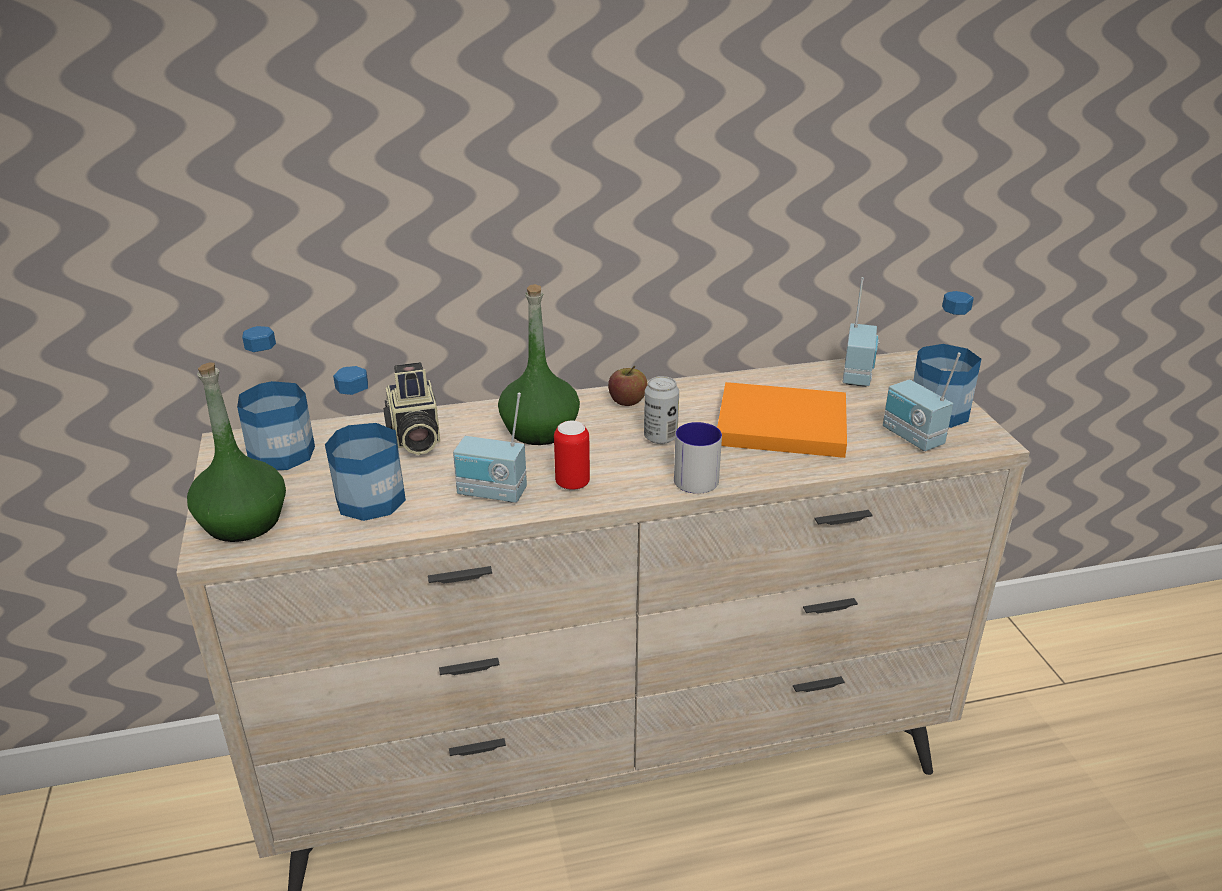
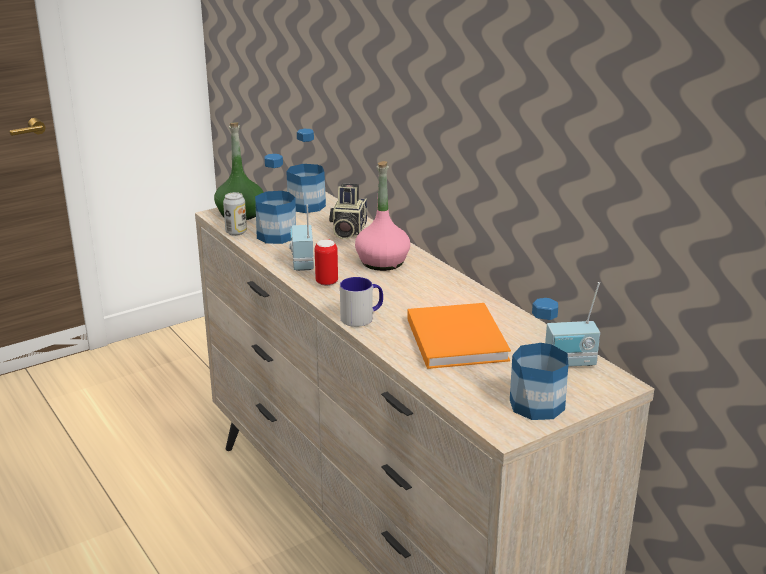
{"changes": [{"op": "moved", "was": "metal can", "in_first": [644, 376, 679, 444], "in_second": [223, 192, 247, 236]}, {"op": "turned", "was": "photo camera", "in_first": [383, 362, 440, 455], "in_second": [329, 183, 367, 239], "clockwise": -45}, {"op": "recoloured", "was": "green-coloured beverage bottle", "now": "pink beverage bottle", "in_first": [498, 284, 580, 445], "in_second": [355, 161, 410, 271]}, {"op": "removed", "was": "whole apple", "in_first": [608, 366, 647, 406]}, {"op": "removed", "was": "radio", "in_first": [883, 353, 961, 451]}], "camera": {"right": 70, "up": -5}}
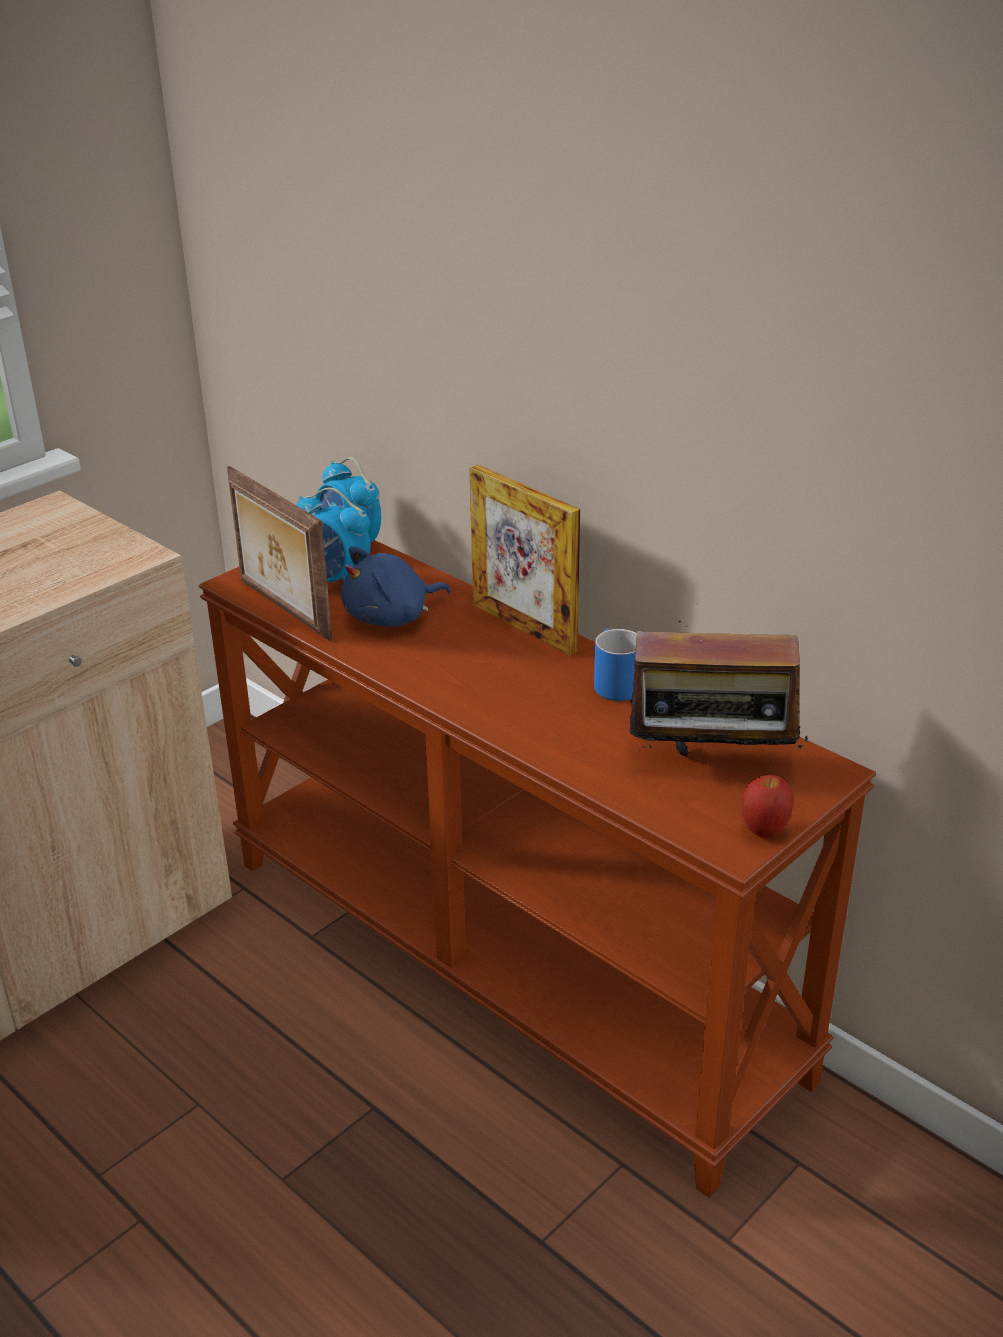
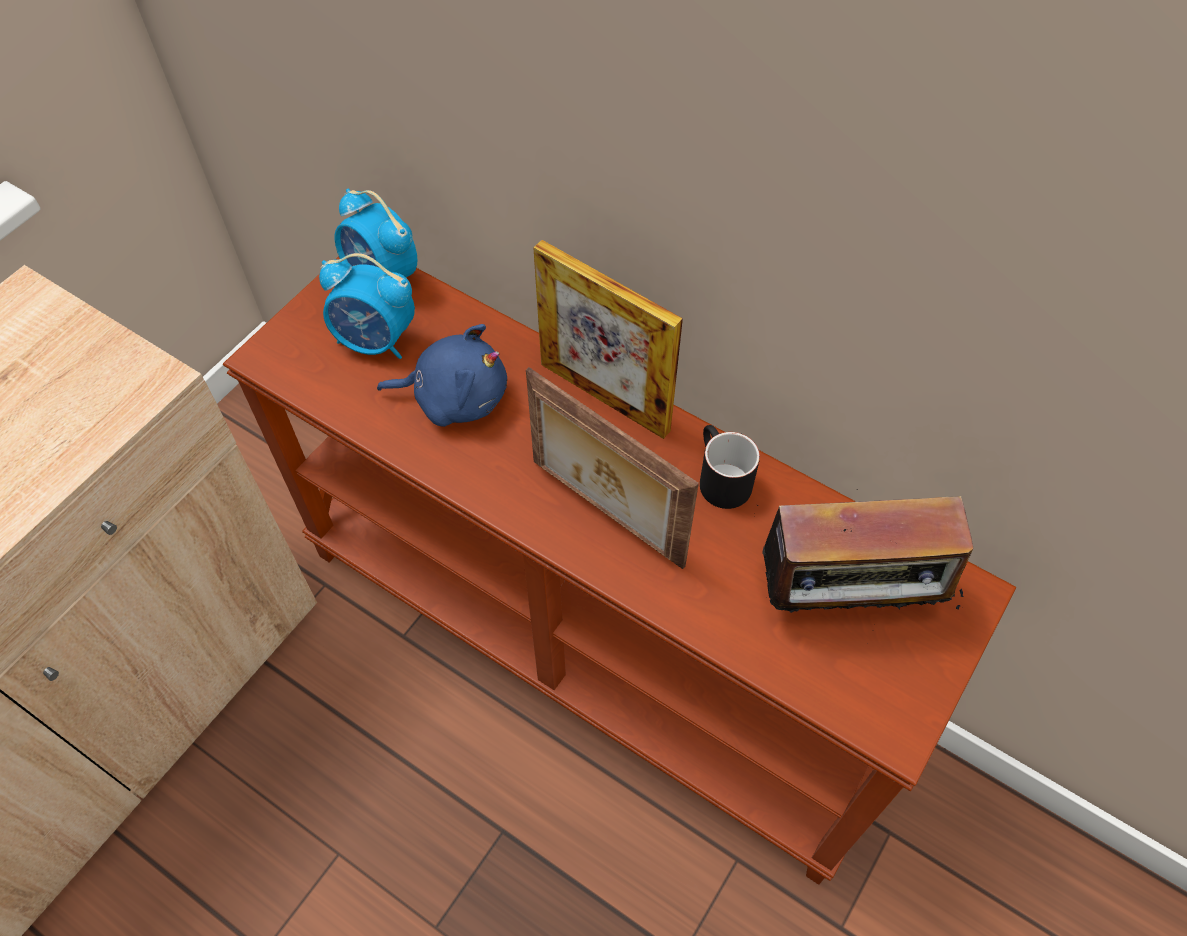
{"changes": [{"op": "turned", "was": "blue plush toy", "in_first": [341, 546, 451, 626], "in_second": [377, 324, 507, 427], "clockwise": -135}, {"op": "moved", "was": "picture frame", "in_first": [227, 466, 332, 641], "in_second": [526, 367, 699, 569]}, {"op": "recoloured", "was": "blue mug", "now": "black-coloured mug", "in_first": [594, 629, 637, 701], "in_second": [700, 425, 760, 509]}, {"op": "removed", "was": "whole apple", "in_first": [742, 775, 793, 838]}], "camera": {"right": -10, "up": 25}}
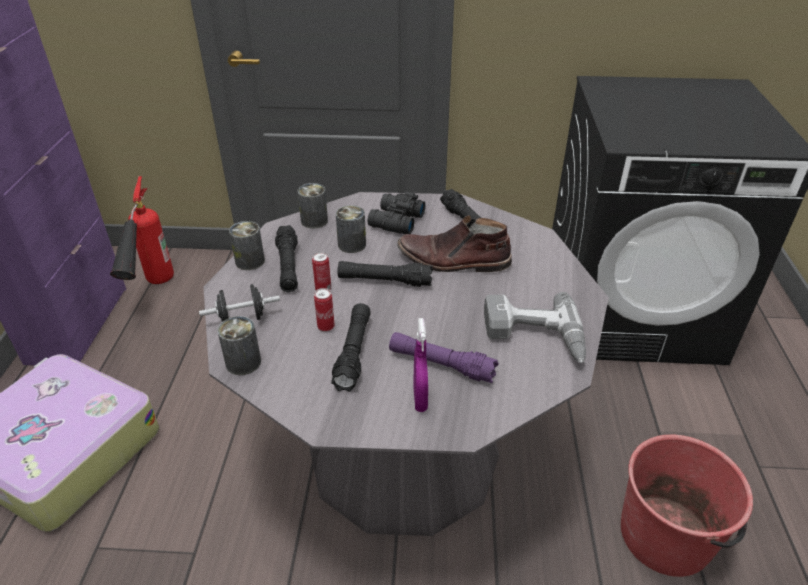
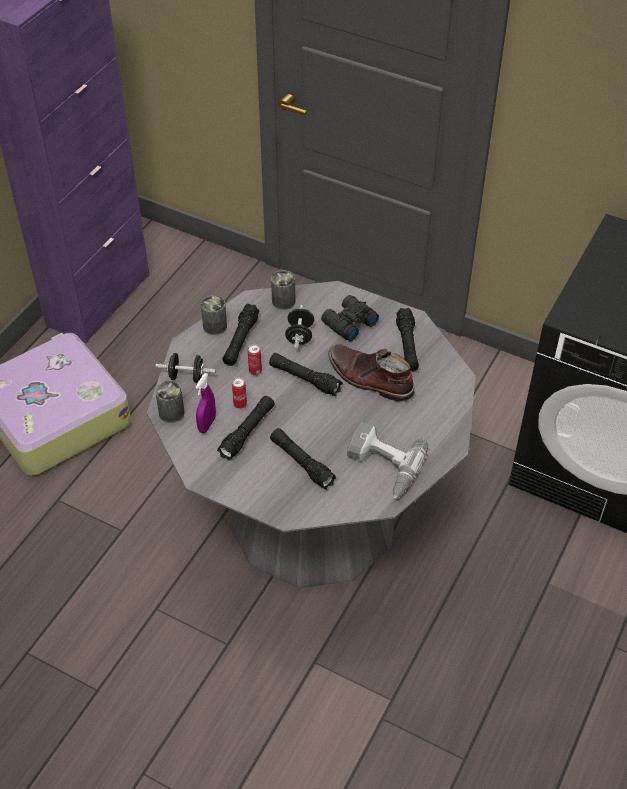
{"changes": [{"op": "moved", "was": "purple-coloured spray bottle", "in_first": [413, 318, 428, 412], "in_second": [196, 373, 216, 433]}, {"op": "recoloured", "was": "purple-coloured flashlight", "now": "black-coloured flashlight", "in_first": [389, 332, 499, 383], "in_second": [270, 428, 336, 490]}, {"op": "replaced", "was": "metal can", "now": "black-coloured free weight", "in_first": [336, 205, 366, 253], "in_second": [285, 305, 314, 349]}, {"op": "removed", "was": "fire-fighting cylinder", "in_first": [110, 176, 174, 284]}, {"op": "removed", "was": "red-coloured pail", "in_first": [621, 434, 753, 577]}], "camera": {"right": 25, "up": 10}}
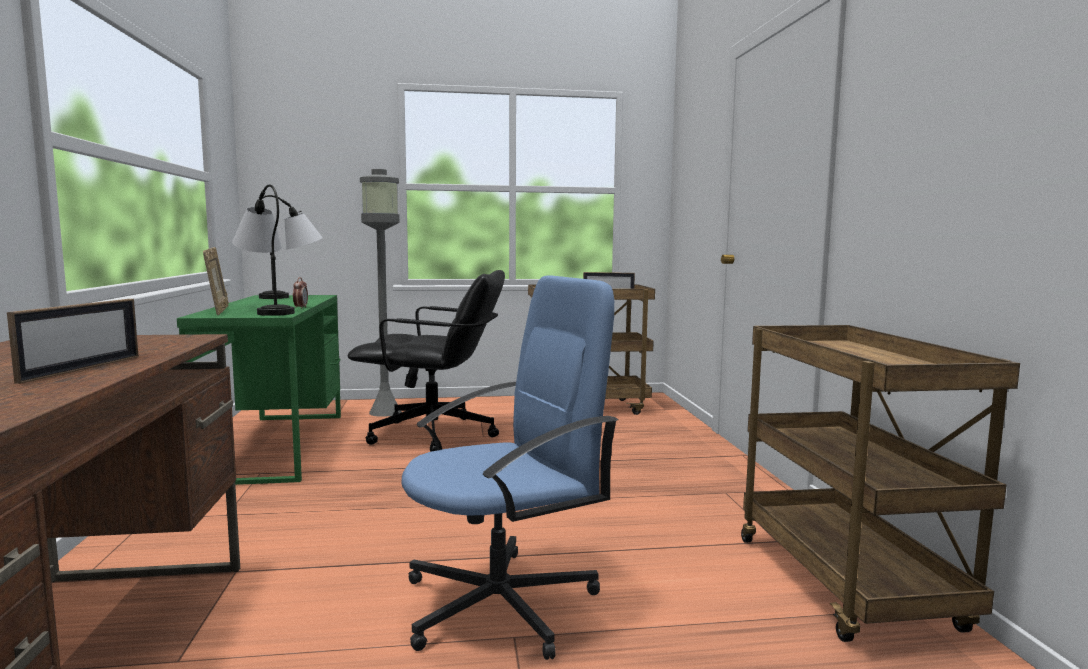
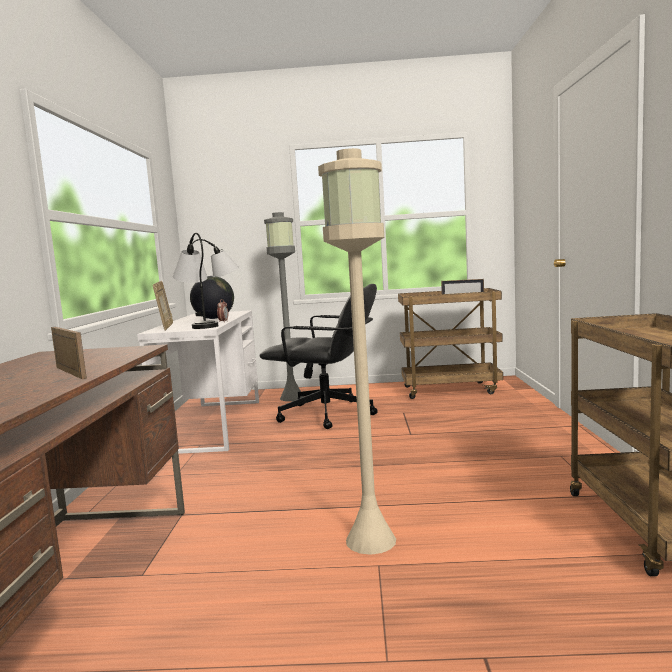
{"changes": [{"op": "turned", "was": "picture frame", "in_first": [7, 299, 139, 384], "in_second": [51, 327, 87, 379], "clockwise": -60}, {"op": "recoloured", "was": "green-coloured desk", "now": "whitish desk", "in_first": [177, 295, 341, 485], "in_second": [137, 310, 259, 454]}, {"op": "added", "now": "world globe", "in_second": [190, 276, 234, 319]}, {"op": "replaced", "was": "blue office chair", "now": "beige standard lamp", "in_first": [401, 275, 618, 660], "in_second": [318, 148, 396, 555]}], "camera": {"right": 10, "up": 0}}
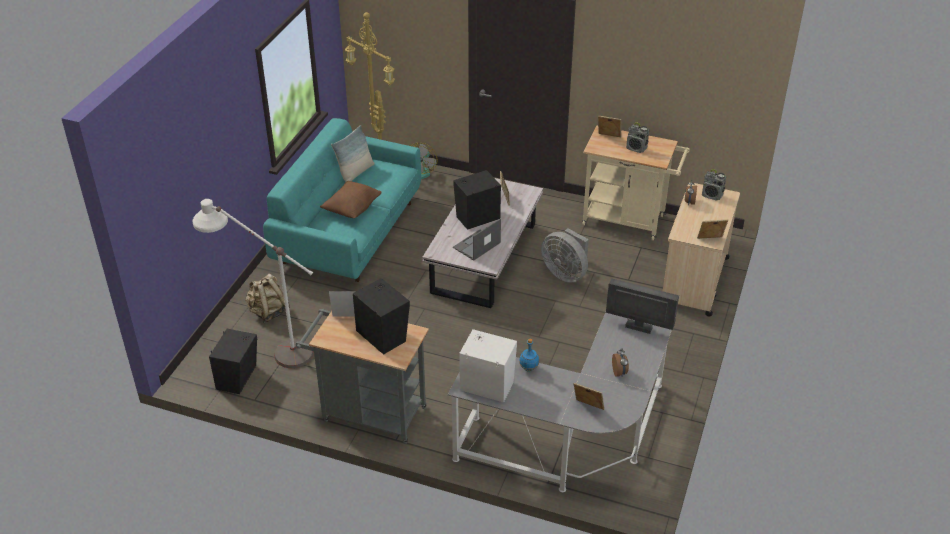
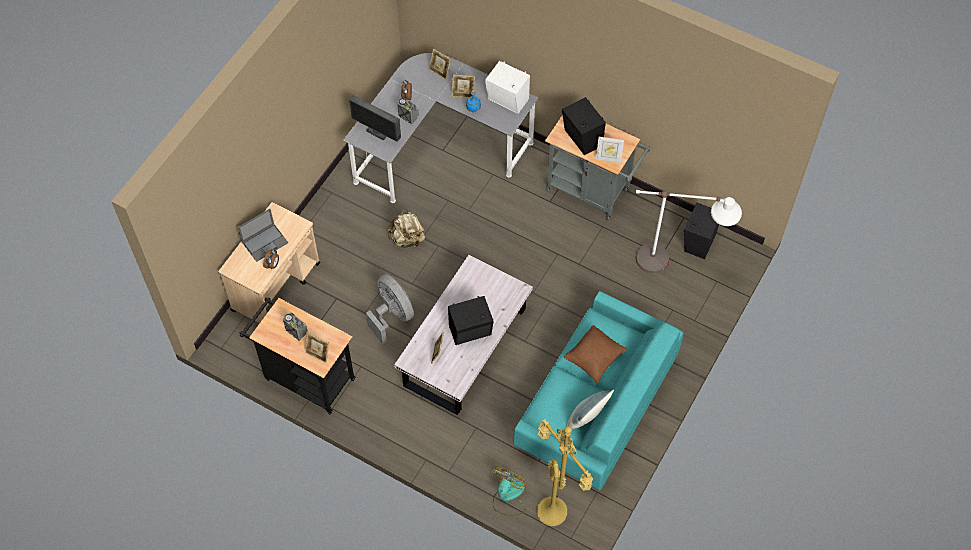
{"changes": [{"op": "moved", "was": "laptop", "in_first": [453, 219, 501, 261], "in_second": [238, 209, 288, 262]}, {"op": "recoloured", "was": "beige cart", "now": "black-coloured cart", "in_first": [582, 126, 690, 241], "in_second": [240, 297, 355, 414]}, {"op": "moved", "was": "beige rucksack", "in_first": [245, 274, 290, 322], "in_second": [388, 209, 425, 248]}, {"op": "moved", "was": "radio", "in_first": [702, 169, 726, 200], "in_second": [397, 98, 419, 124]}, {"op": "moved", "was": "picture frame", "in_first": [697, 220, 728, 239], "in_second": [452, 74, 475, 98]}], "camera": {"right": -170, "up": 20}}
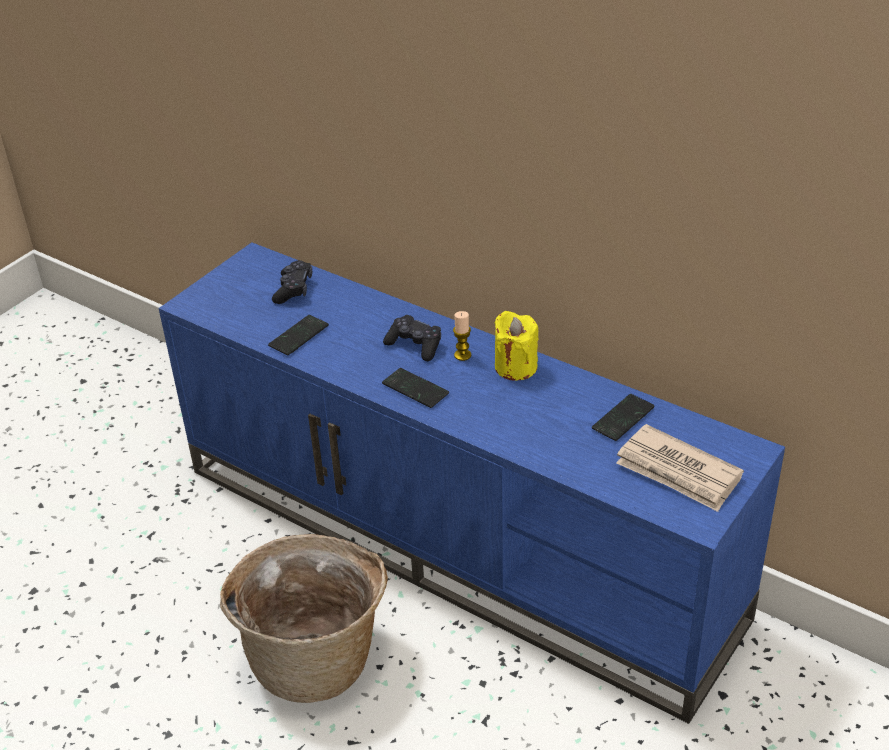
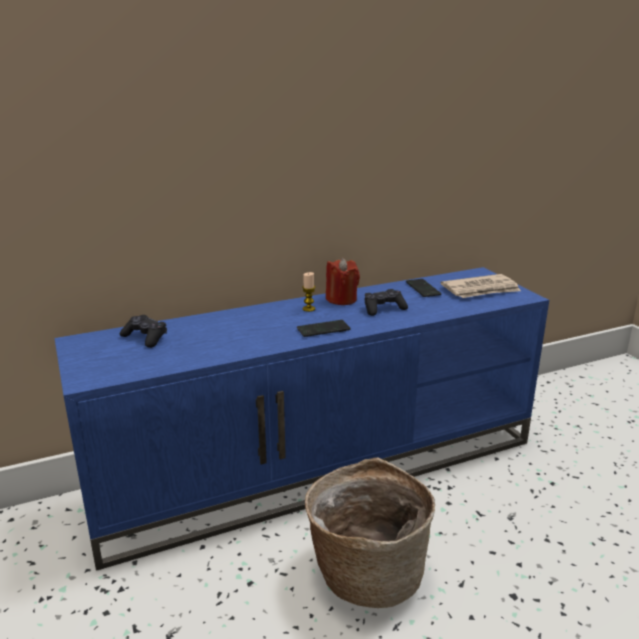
{"changes": [{"op": "recoloured", "was": "yellow candle", "now": "red-coloured candle", "in_first": [494, 311, 539, 381], "in_second": [326, 258, 360, 305]}, {"op": "moved", "was": "black-coloured joypad", "in_first": [383, 315, 441, 361], "in_second": [365, 289, 408, 316]}, {"op": "removed", "was": "phone", "in_first": [268, 315, 329, 355]}], "camera": {"right": -60, "up": -15}}
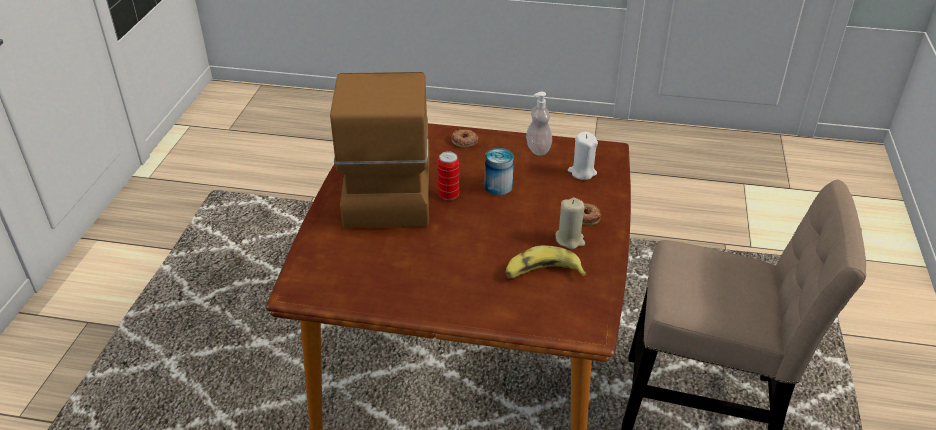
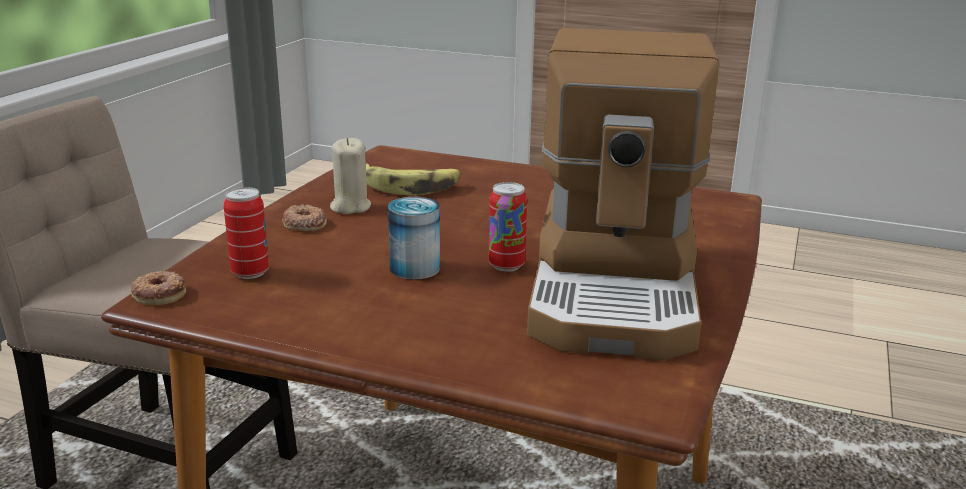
{"changes": [{"op": "moved", "was": "donut", "in_first": [451, 129, 478, 147], "in_second": [131, 271, 186, 305]}, {"op": "replaced", "was": "whitish candle", "now": "metal can", "in_first": [568, 132, 598, 180], "in_second": [224, 187, 269, 279]}, {"op": "removed", "was": "soap dispenser", "in_first": [526, 92, 552, 155]}], "camera": {"right": -170, "up": -15}}
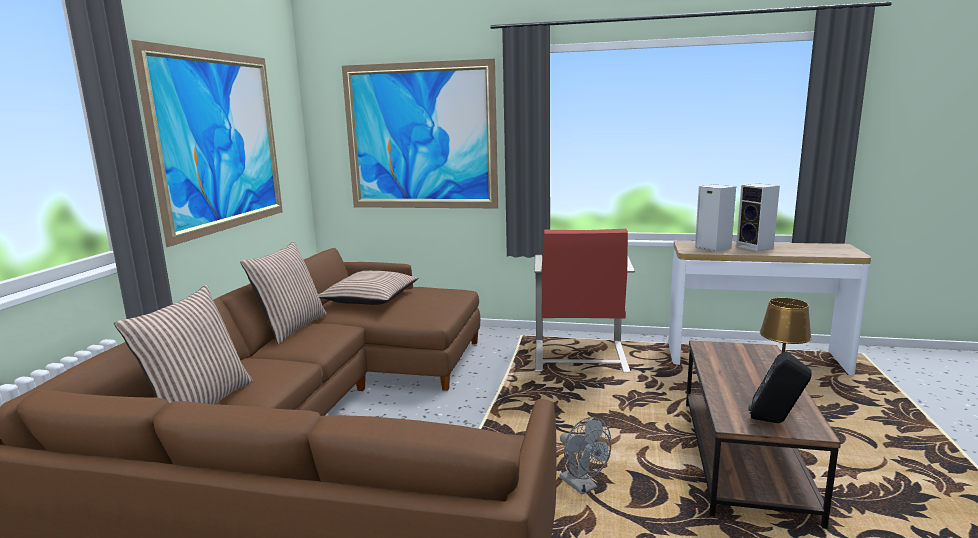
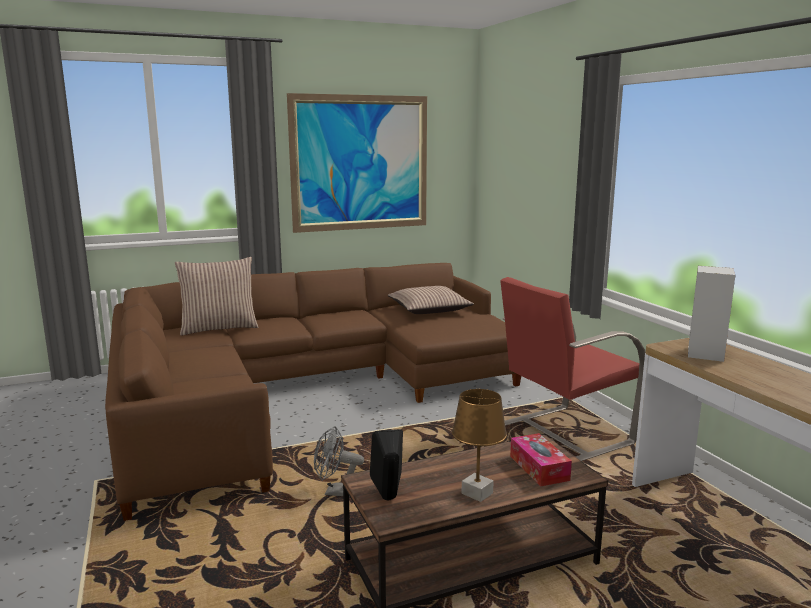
{"changes": [{"op": "turned", "was": "gray fan", "in_first": [560, 417, 611, 494], "in_second": [314, 426, 364, 497], "clockwise": 75}, {"op": "added", "now": "tissue box", "in_second": [510, 433, 572, 487]}, {"op": "removed", "was": "cushion", "in_first": [240, 241, 327, 345]}, {"op": "removed", "was": "wall art", "in_first": [342, 59, 498, 208]}, {"op": "removed", "was": "speaker", "in_first": [736, 183, 780, 251]}], "camera": {"right": 55, "up": 0}}
